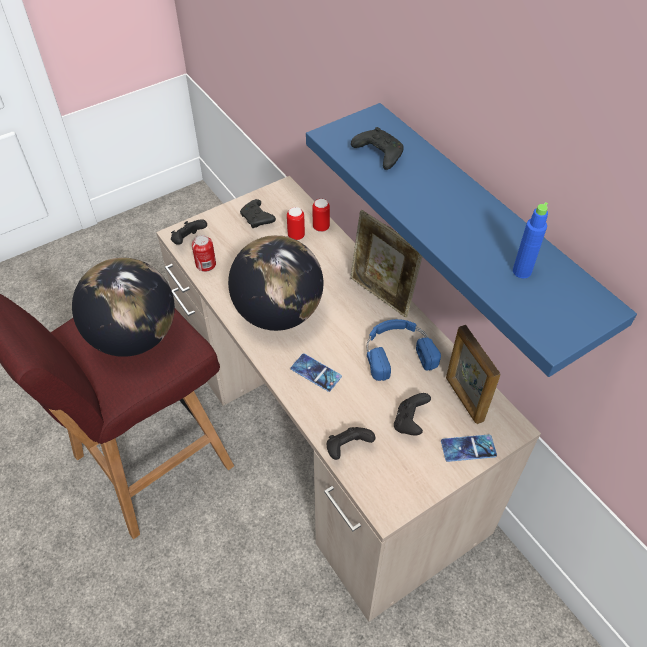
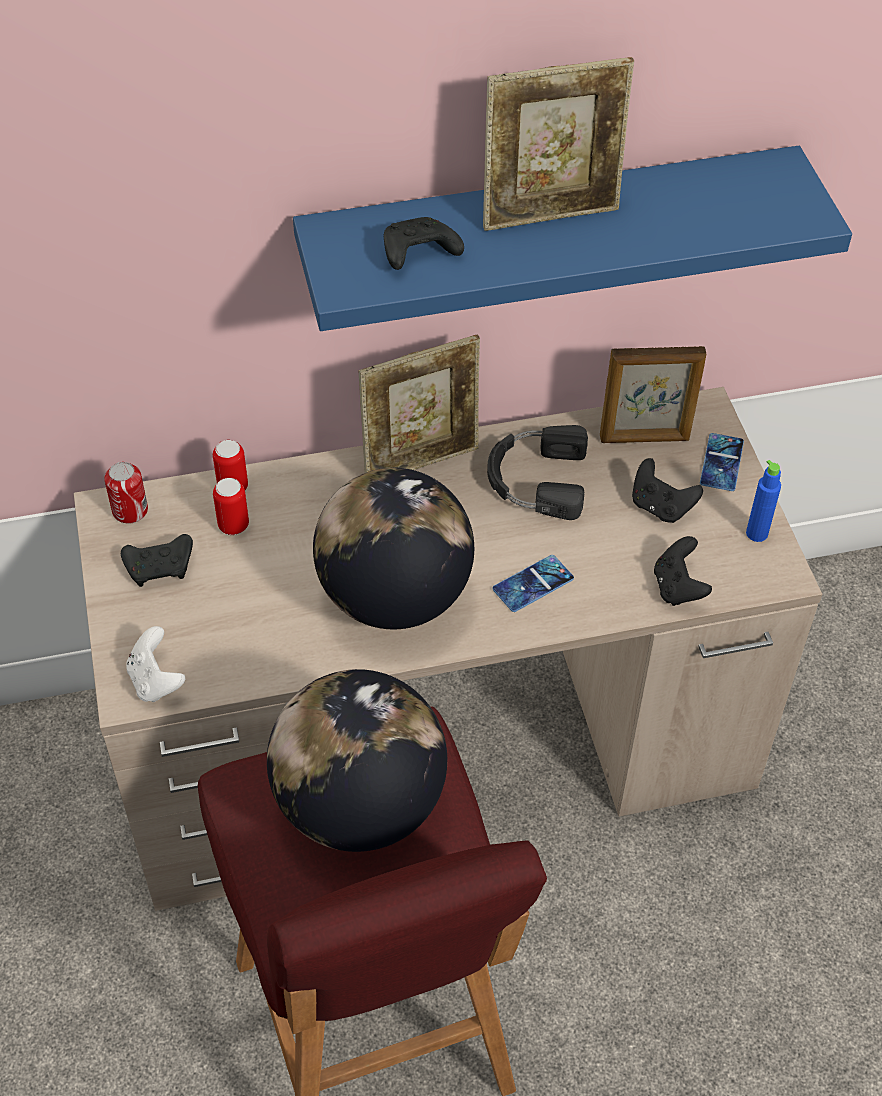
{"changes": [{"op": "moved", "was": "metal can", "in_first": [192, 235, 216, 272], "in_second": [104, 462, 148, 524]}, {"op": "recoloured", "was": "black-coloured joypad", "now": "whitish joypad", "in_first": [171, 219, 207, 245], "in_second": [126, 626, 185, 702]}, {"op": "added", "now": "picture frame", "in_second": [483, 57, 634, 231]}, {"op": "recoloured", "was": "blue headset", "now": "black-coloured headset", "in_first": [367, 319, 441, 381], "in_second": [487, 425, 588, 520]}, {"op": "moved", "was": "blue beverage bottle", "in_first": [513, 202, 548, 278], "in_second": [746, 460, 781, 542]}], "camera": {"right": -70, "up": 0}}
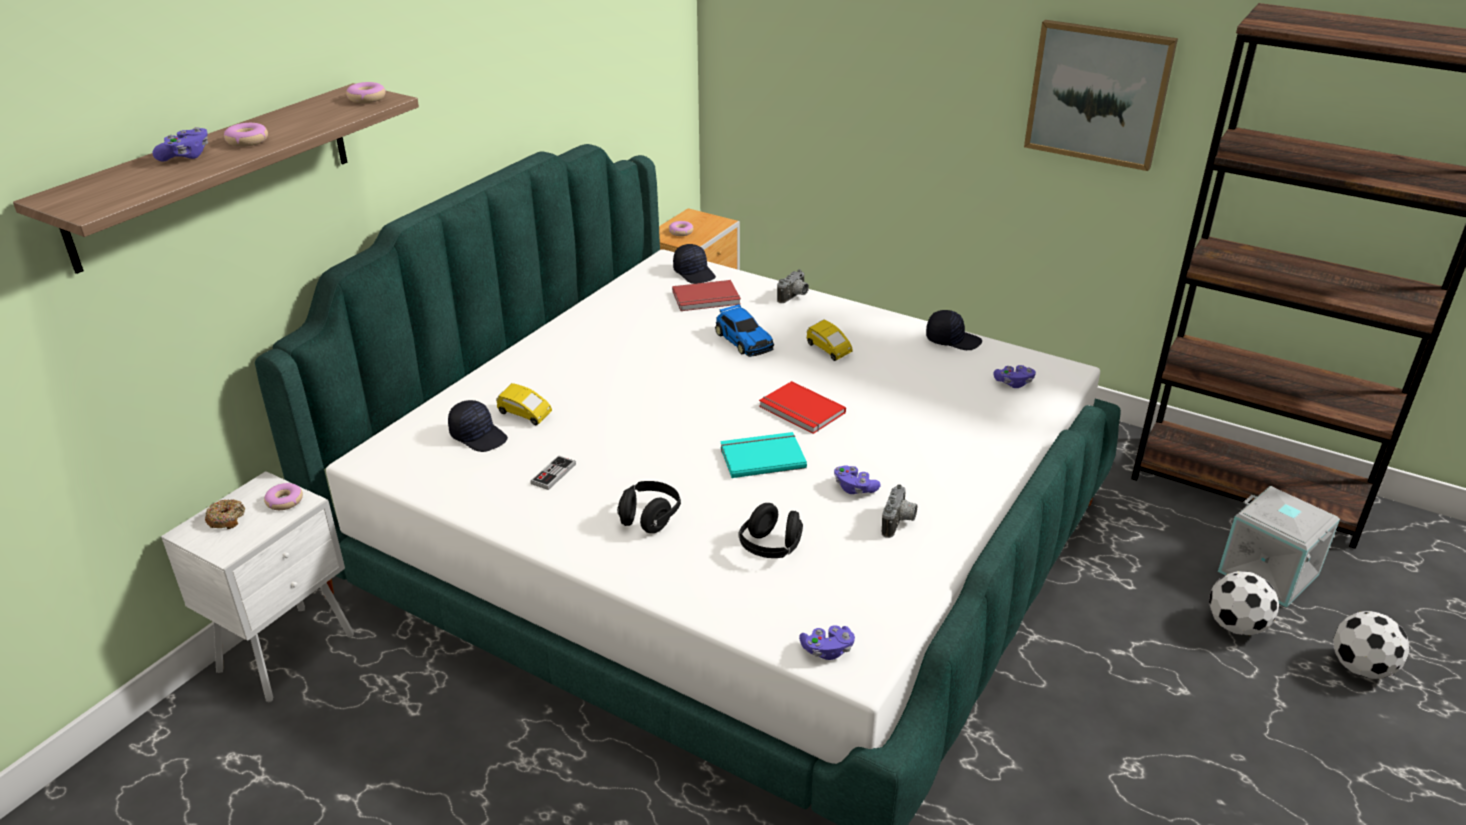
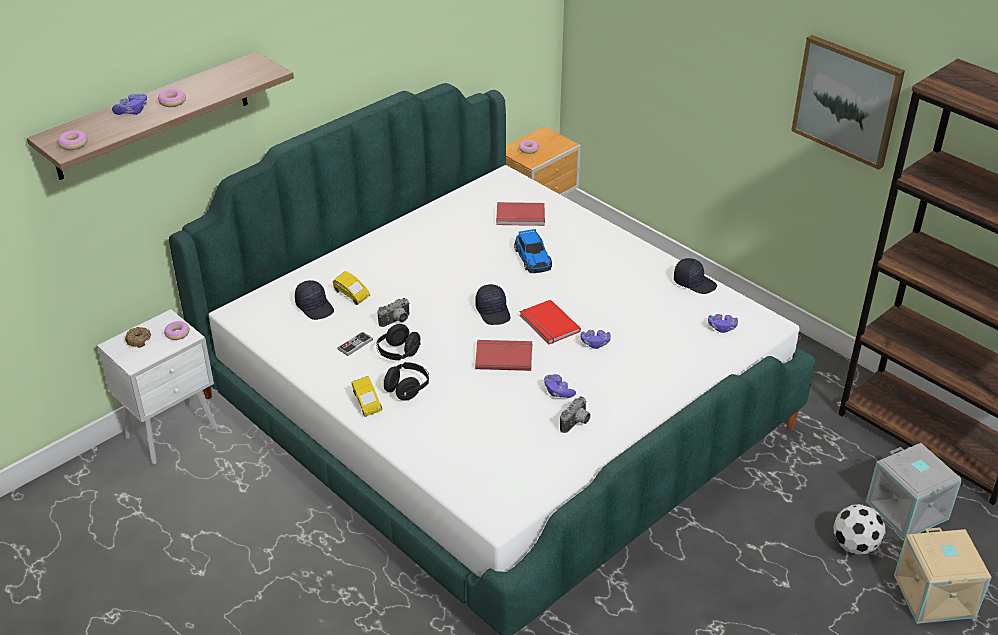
{"changes": [{"op": "moved", "was": "donut", "in_first": [346, 82, 386, 103], "in_second": [58, 130, 88, 150]}, {"op": "moved", "was": "yellow miniature car", "in_first": [807, 320, 853, 361], "in_second": [352, 376, 382, 417]}, {"op": "moved", "was": "black-coloured headset", "in_first": [739, 503, 803, 558], "in_second": [376, 324, 420, 360]}, {"op": "moved", "was": "photo camera", "in_first": [777, 269, 809, 303], "in_second": [377, 298, 410, 327]}, {"op": "moved", "was": "black-coloured cap", "in_first": [673, 244, 716, 284], "in_second": [475, 284, 511, 325]}, {"op": "recoloured", "was": "turquoise-coloured volume", "now": "red-coloured volume", "in_first": [720, 432, 807, 478], "in_second": [475, 340, 532, 371]}, {"op": "moved", "was": "purple-coloured joypad", "in_first": [799, 625, 855, 660], "in_second": [581, 330, 611, 349]}, {"op": "replaced", "was": "ball for football", "now": "beige storage container", "in_first": [1333, 611, 1409, 679], "in_second": [894, 527, 992, 624]}], "camera": {"right": 15, "up": 5}}
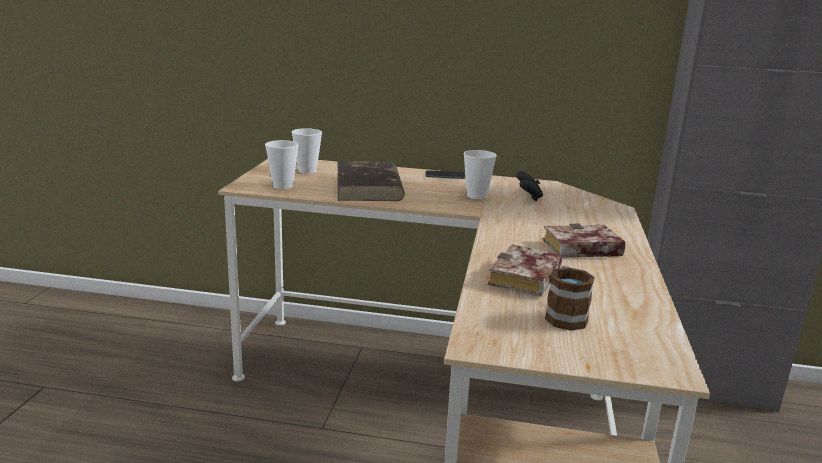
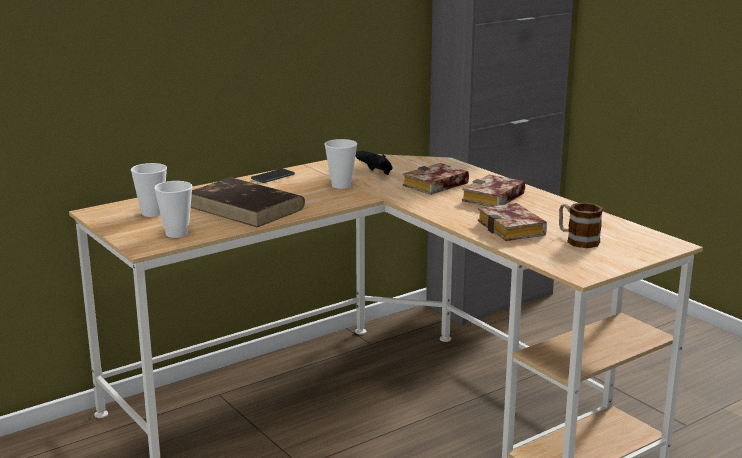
{"changes": [{"op": "added", "now": "volume", "in_second": [403, 163, 469, 195]}], "camera": {"right": -45, "up": 0}}
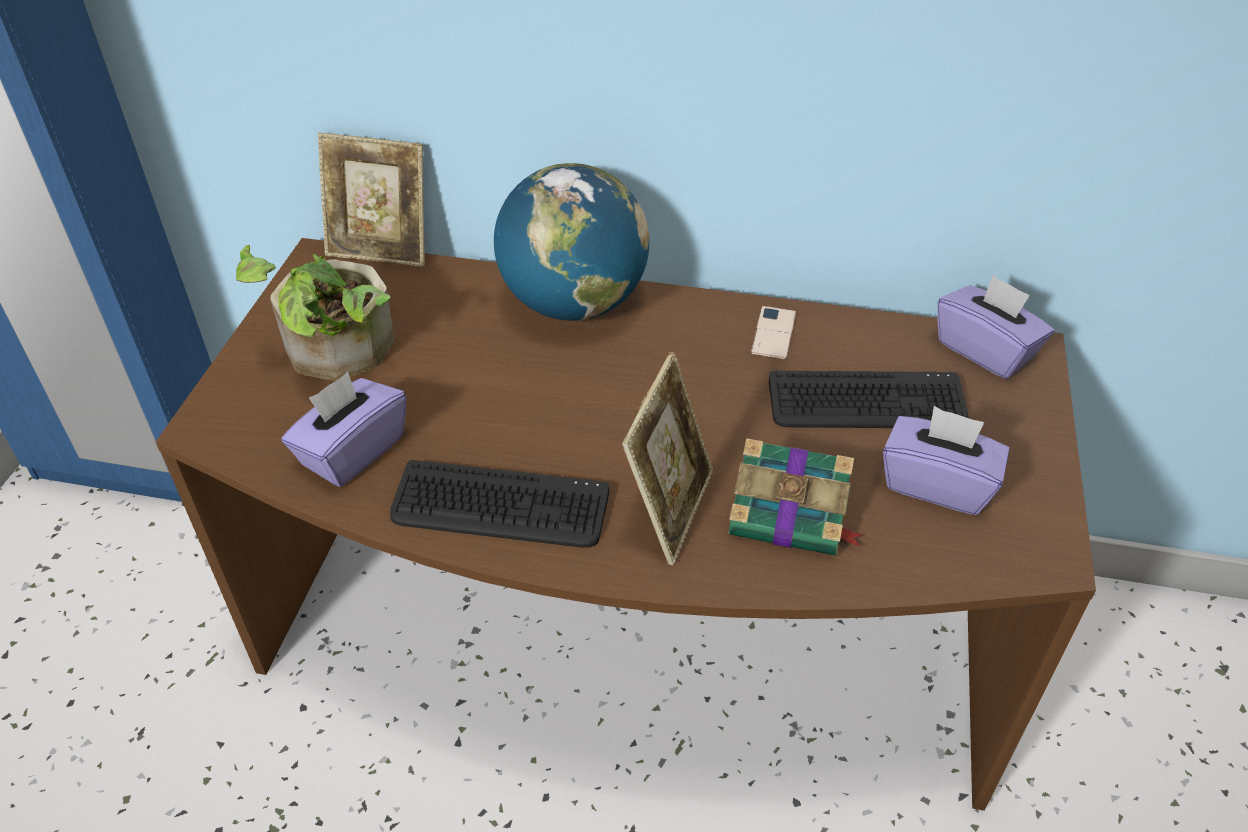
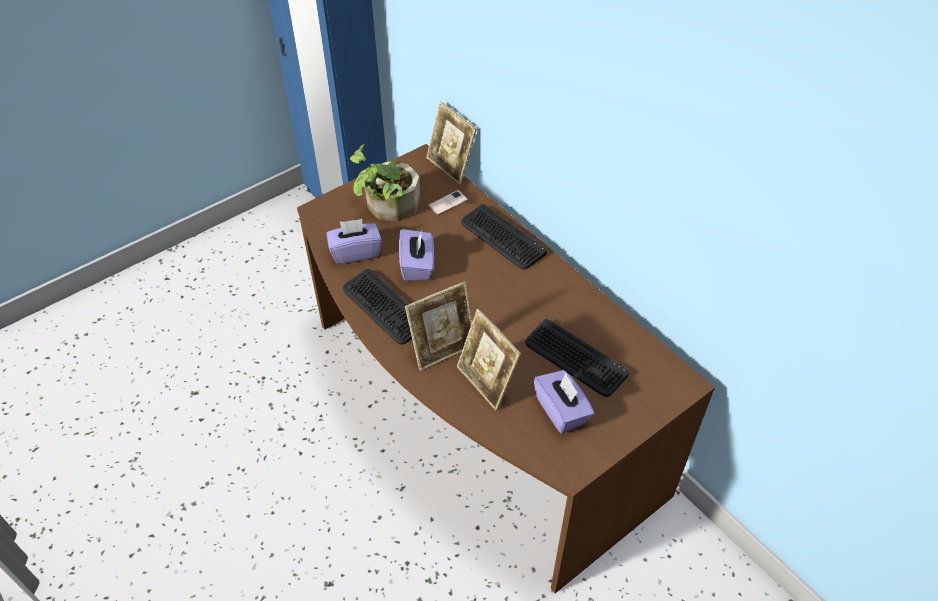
{"changes": [{"op": "moved", "was": "purple-coloured tissue box", "in_first": [937, 275, 1054, 379], "in_second": [399, 229, 434, 281]}, {"op": "moved", "was": "phone", "in_first": [751, 306, 796, 360], "in_second": [428, 190, 468, 215]}, {"op": "replaced", "was": "volume", "now": "picture frame", "in_first": [728, 438, 863, 556], "in_second": [457, 309, 521, 411]}, {"op": "replaced", "was": "world globe", "now": "keyboard", "in_first": [494, 163, 649, 321], "in_second": [461, 204, 547, 269]}], "camera": {"right": 40, "up": 5}}
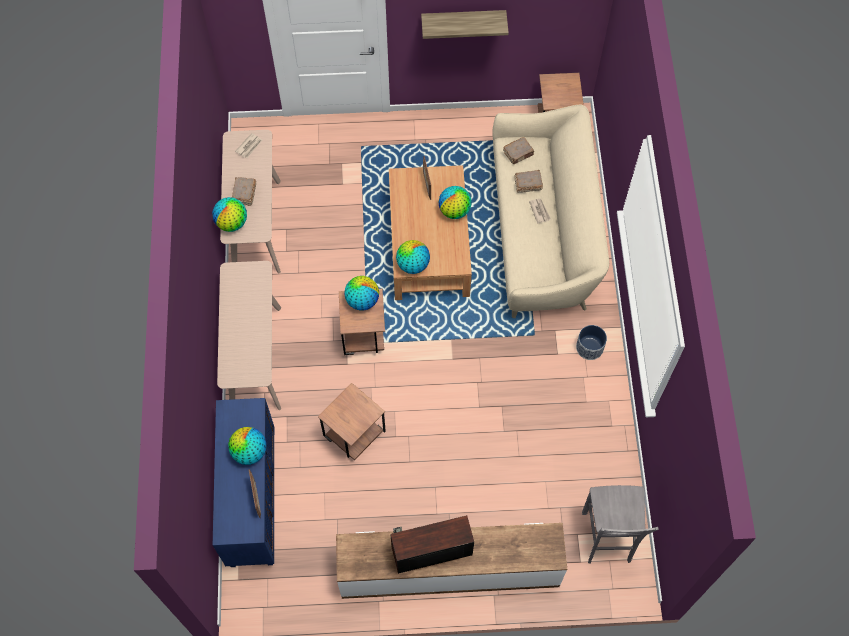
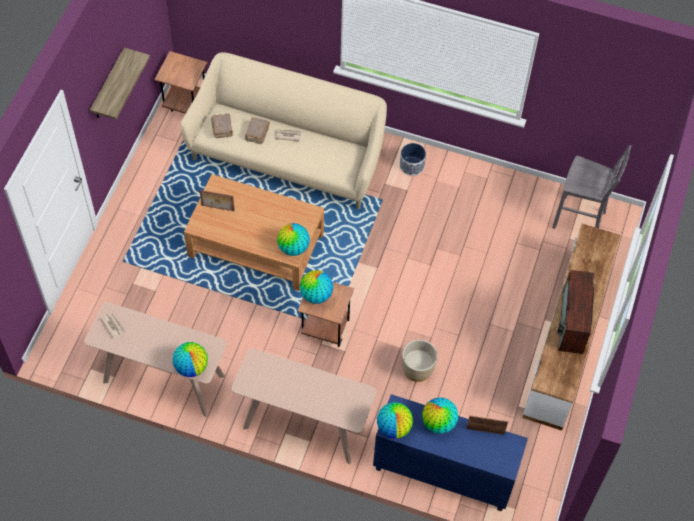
{"changes": [{"op": "moved", "was": "world globe", "in_first": [438, 186, 472, 219], "in_second": [377, 402, 413, 439]}, {"op": "replaced", "was": "brown-coloured side table", "now": "beige flower pot", "in_first": [318, 383, 386, 460], "in_second": [402, 340, 437, 382]}, {"op": "removed", "was": "brown-coloured volume", "in_first": [232, 177, 256, 206]}], "camera": {"right": -70, "up": -5}}
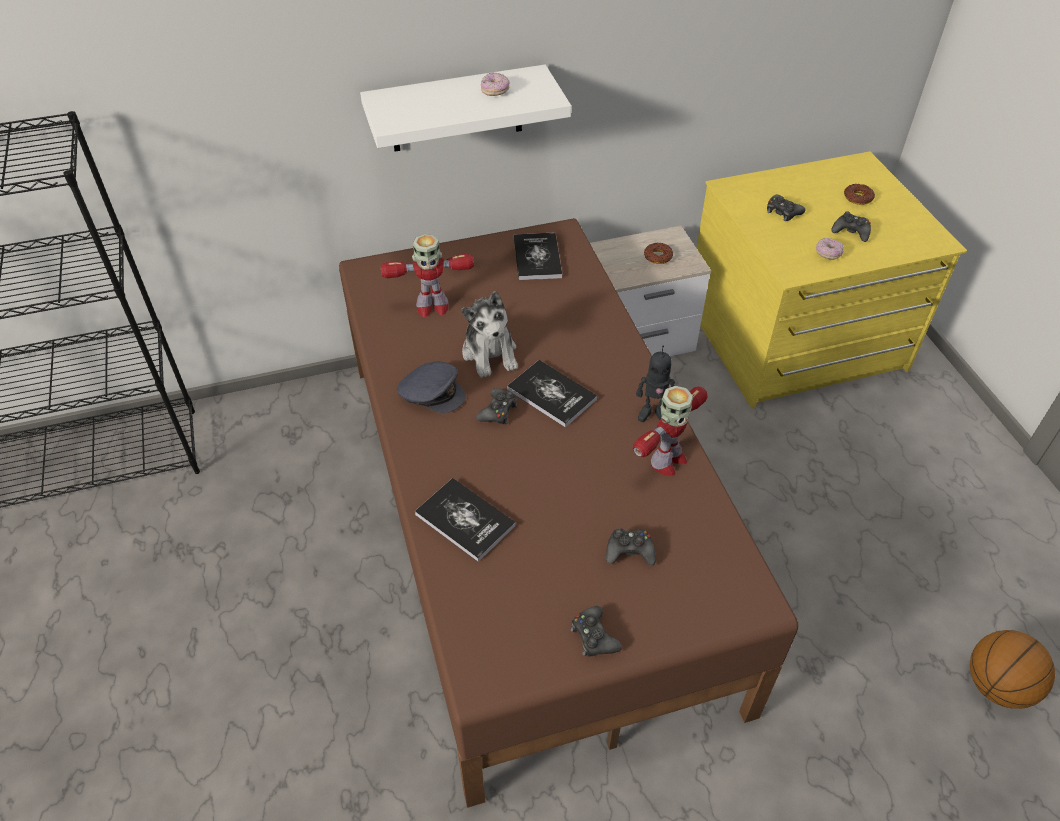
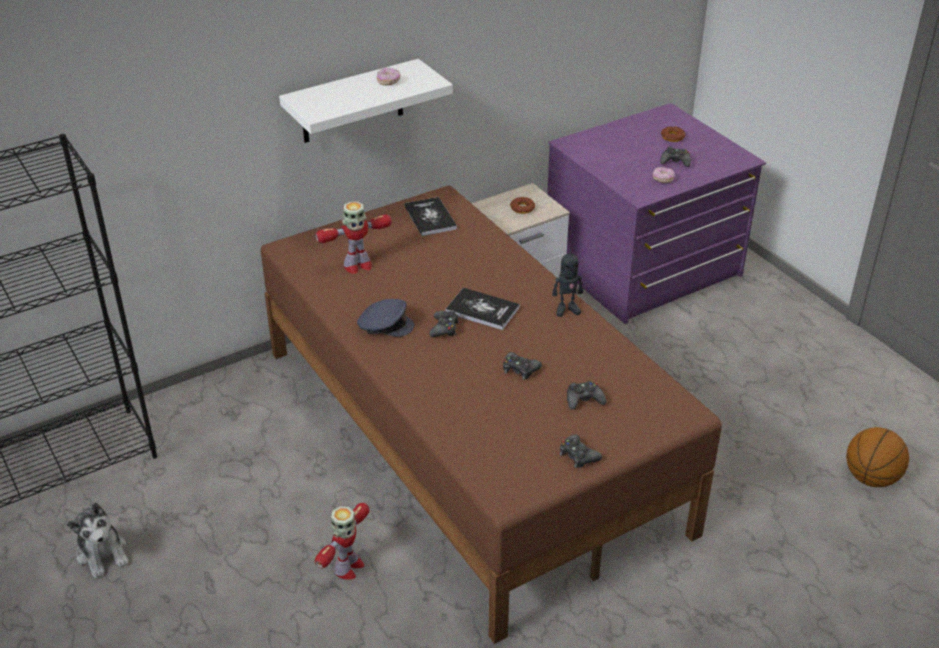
{"changes": [{"op": "moved", "was": "plush toy", "in_first": [462, 291, 518, 378], "in_second": [67, 503, 129, 578]}, {"op": "moved", "was": "model robot", "in_first": [633, 386, 708, 476], "in_second": [315, 503, 369, 580]}, {"op": "moved", "was": "black-coloured joypad", "in_first": [767, 195, 805, 221], "in_second": [503, 352, 542, 380]}, {"op": "recoloured", "was": "yellow drawer chest", "now": "purple-coloured drawer chest", "in_first": [696, 151, 967, 409], "in_second": [547, 103, 766, 324]}, {"op": "removed", "was": "volume", "in_first": [415, 478, 516, 562]}], "camera": {"right": -15, "up": -10}}
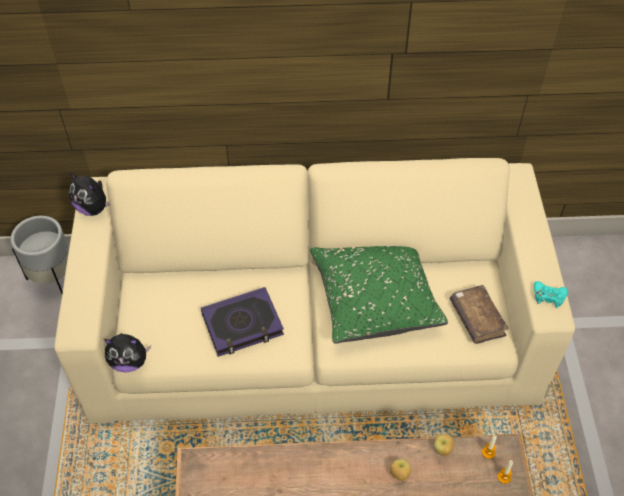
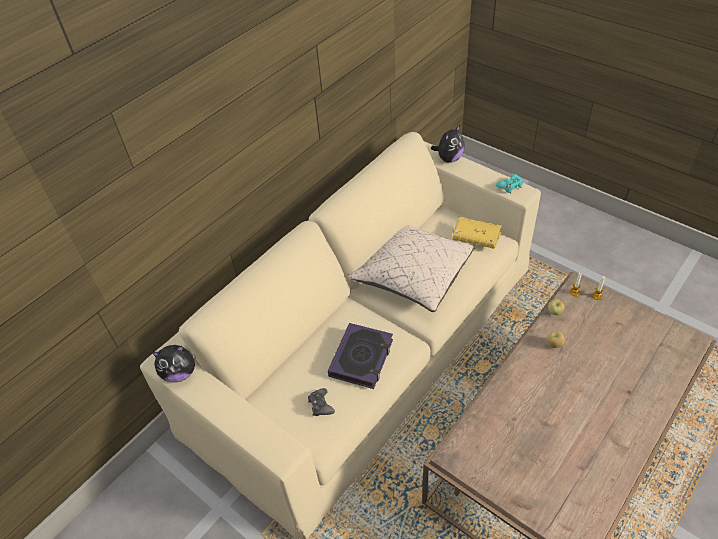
{"changes": [{"op": "added", "now": "black-coloured joypad", "in_second": [308, 388, 335, 416]}, {"op": "recoloured", "was": "green-coloured cushion", "now": "beige cushion", "in_first": [310, 246, 448, 344], "in_second": [349, 225, 474, 312]}, {"op": "moved", "was": "plush toy", "in_first": [104, 333, 151, 372], "in_second": [431, 125, 465, 163]}, {"op": "recoloured", "was": "brown-coloured volume", "now": "yellow volume", "in_first": [450, 285, 509, 344], "in_second": [452, 217, 502, 249]}, {"op": "removed", "was": "gray flower pot", "in_first": [10, 216, 69, 294]}], "camera": {"right": -45, "up": -5}}
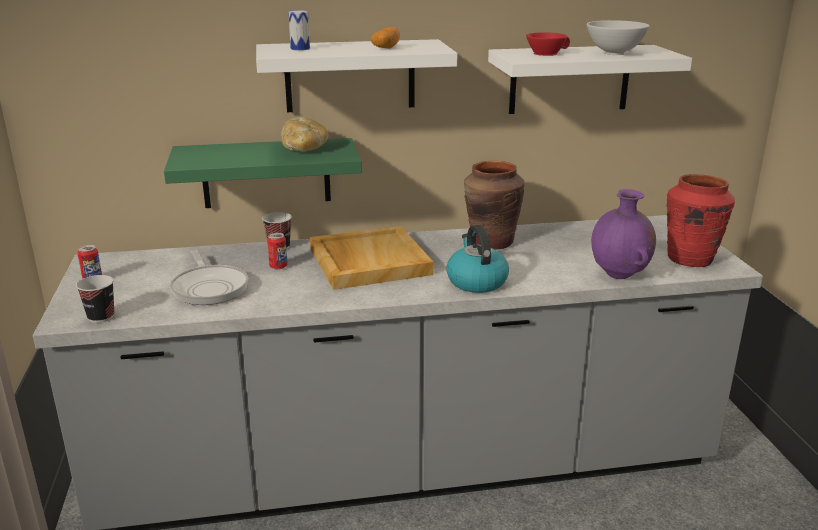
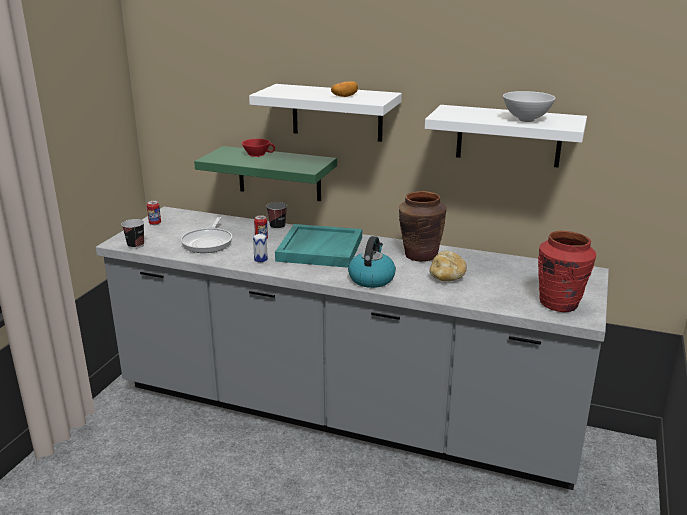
{"changes": [{"op": "moved", "was": "red-coloured small cup", "in_first": [526, 32, 570, 56], "in_second": [242, 139, 275, 157]}, {"op": "moved", "was": "metal can", "in_first": [288, 10, 310, 51], "in_second": [253, 234, 268, 262]}, {"op": "recoloured", "was": "beige carrying tray", "now": "turquoise-coloured carrying tray", "in_first": [310, 226, 434, 290], "in_second": [275, 224, 362, 268]}, {"op": "moved", "was": "baked bread", "in_first": [281, 117, 328, 151], "in_second": [429, 251, 467, 281]}, {"op": "removed", "was": "purple-coloured vase", "in_first": [591, 189, 656, 279]}], "camera": {"right": 30, "up": 0}}
